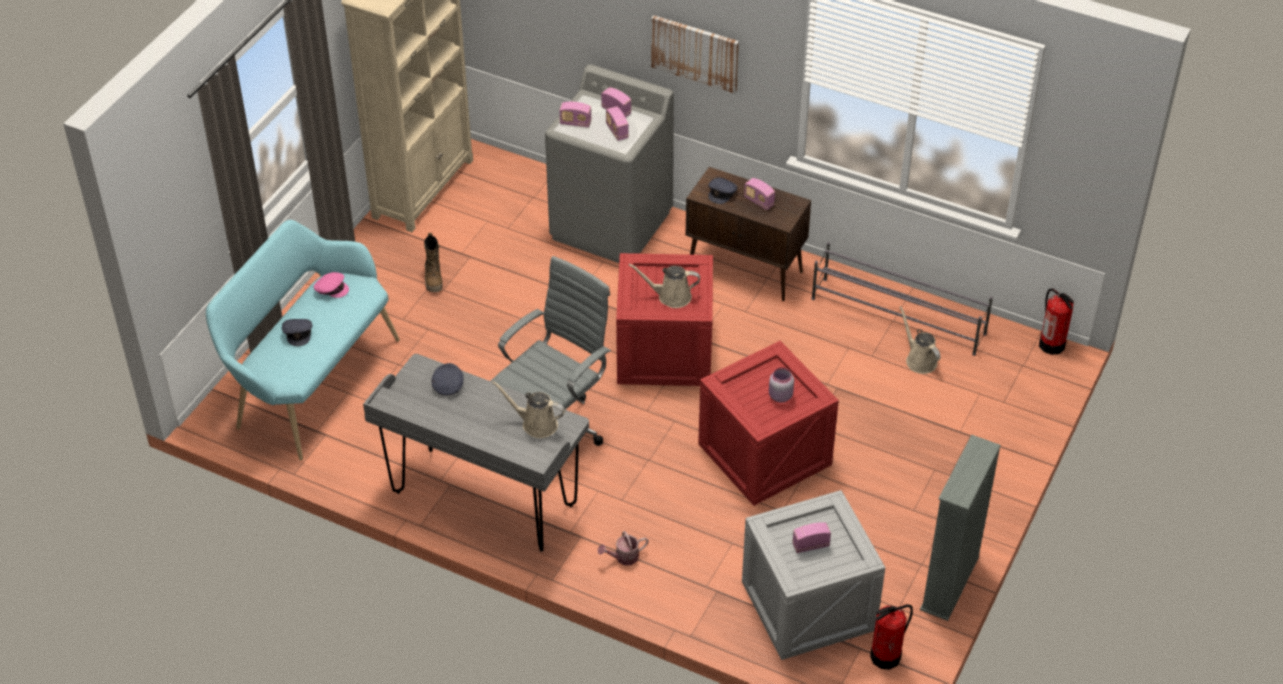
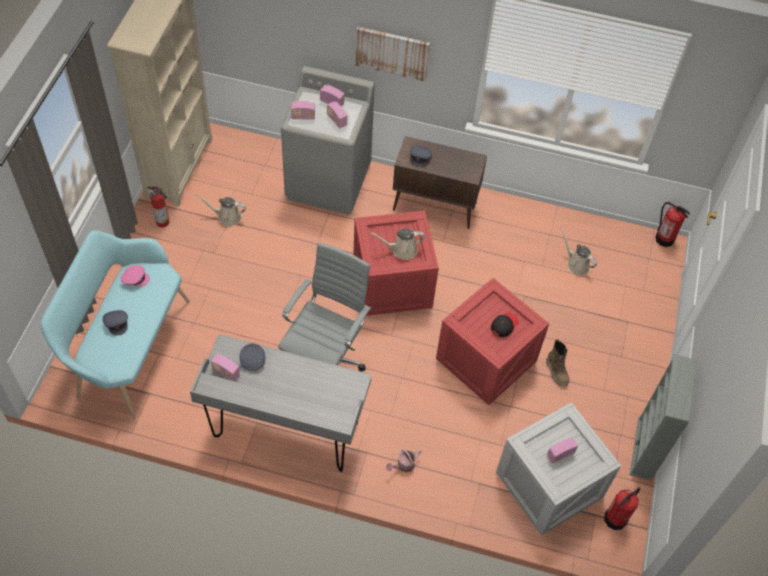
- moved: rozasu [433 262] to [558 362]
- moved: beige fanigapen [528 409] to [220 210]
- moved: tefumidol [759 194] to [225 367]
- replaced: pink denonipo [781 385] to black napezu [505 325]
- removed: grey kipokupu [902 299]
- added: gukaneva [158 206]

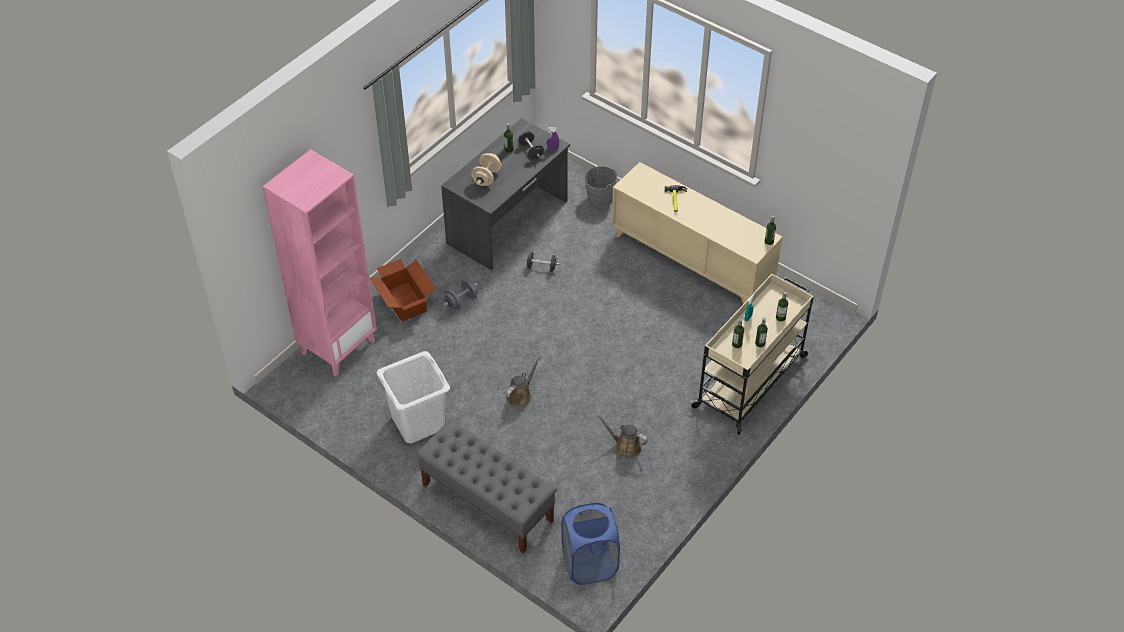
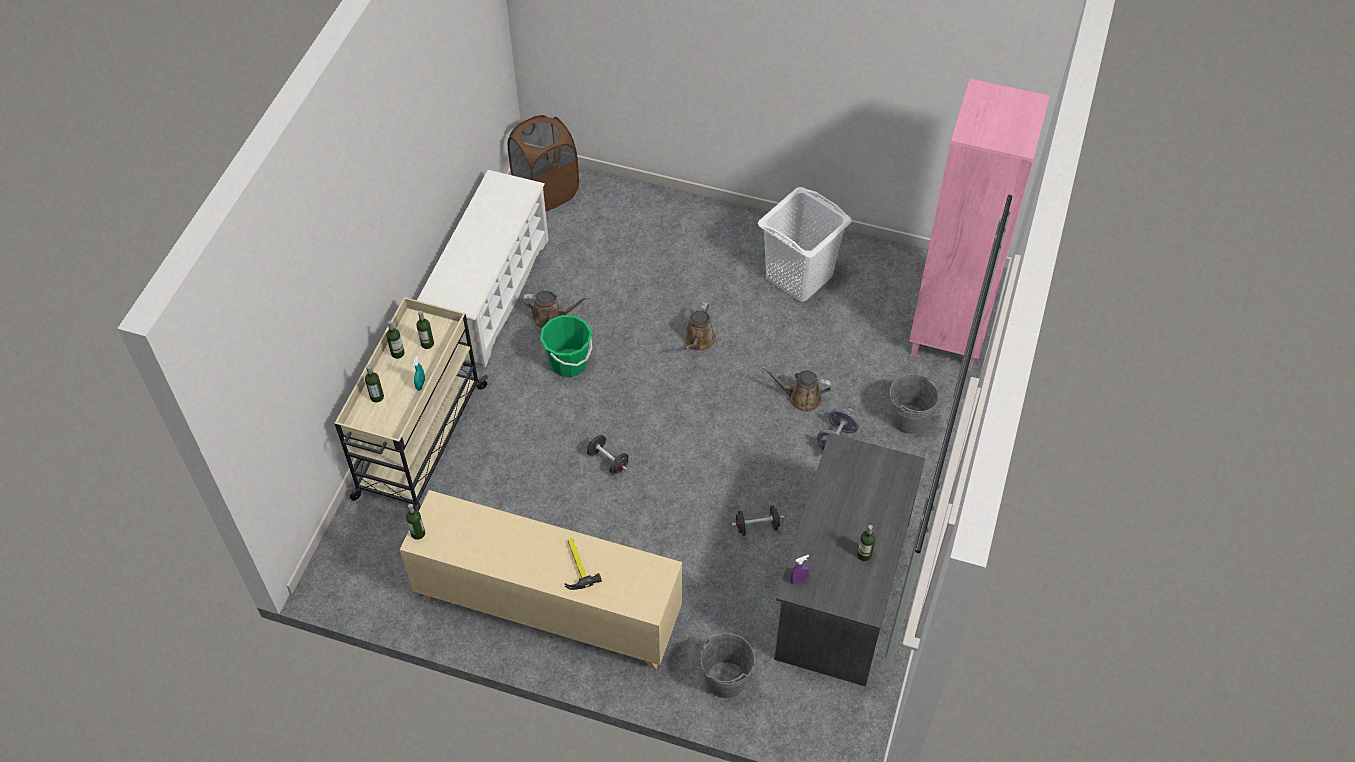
- replaced: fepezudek [402 290] to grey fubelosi [914 404]
- removed: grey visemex [486 487]
- removed: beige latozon [486 169]
- moved: black latozon [531 145] to [608 455]
- recoloured: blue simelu [591 544] to brown simelu [543 163]
- added: white kipokupu [483 269]
- added: green fubelosi [566 346]
- added: brown fanigapen [796 389]

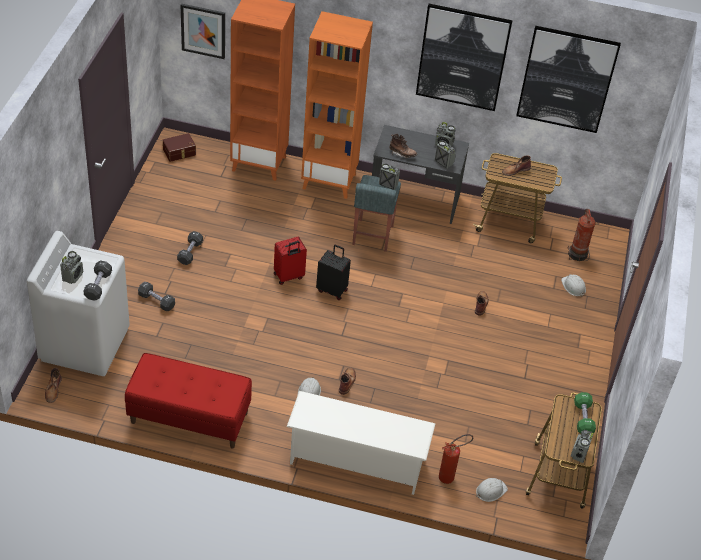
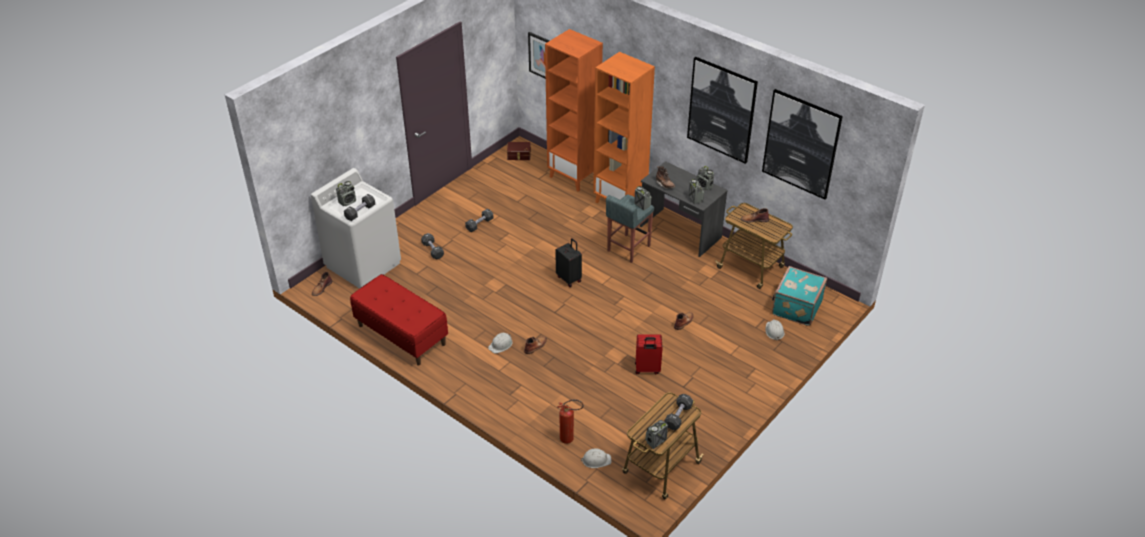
- moved: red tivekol [290 261] to [649 354]
- removed: white kipokupu [361 443]
- replaced: gukaneva [582 235] to turquoise tivekol [799 296]
- recoloured: green latozon [585 413] to black latozon [679 412]

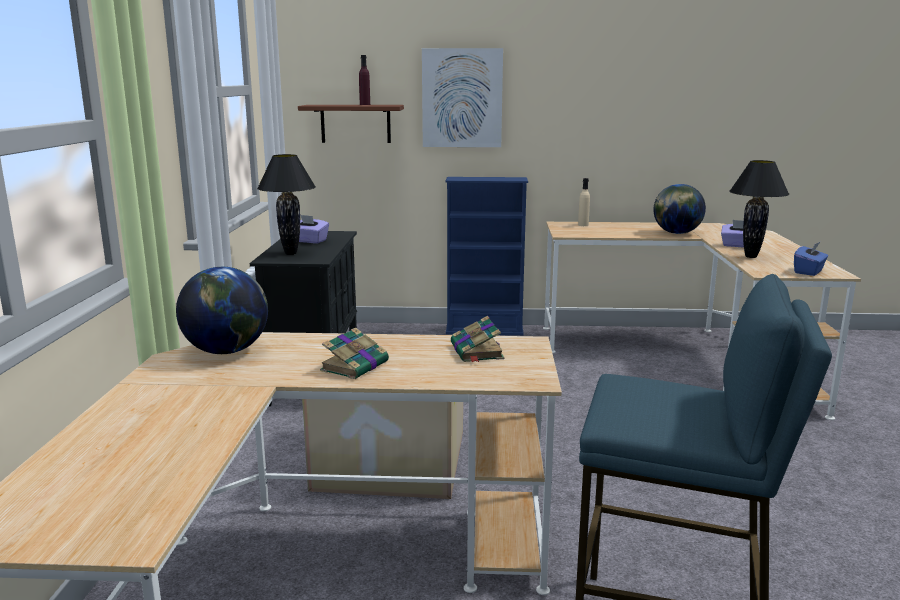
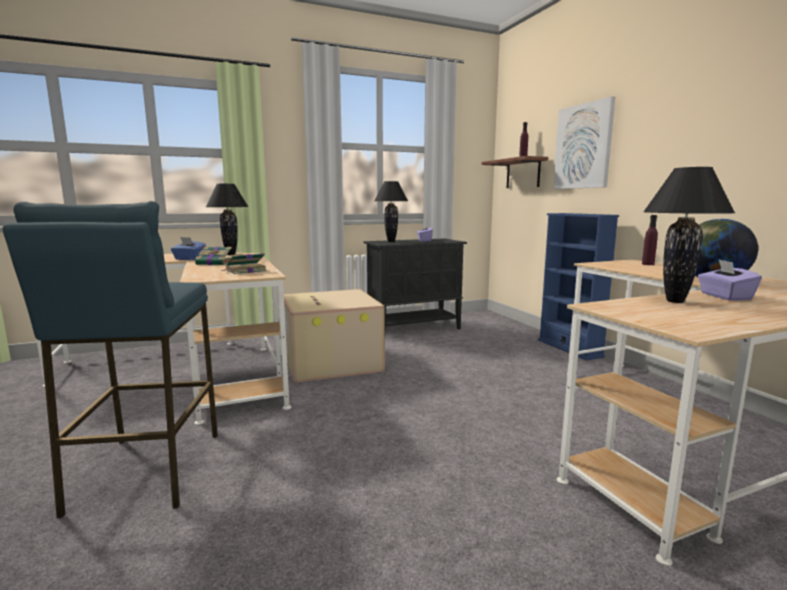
- replaced: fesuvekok [222 310] to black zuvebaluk [227 219]
- recoloured: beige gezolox [584 202] to purple gezolox [650 240]
- moved: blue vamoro [811 258] to [188 248]

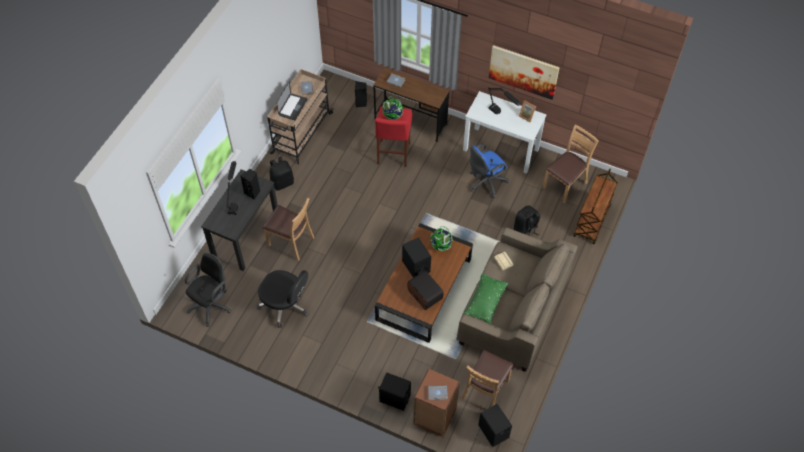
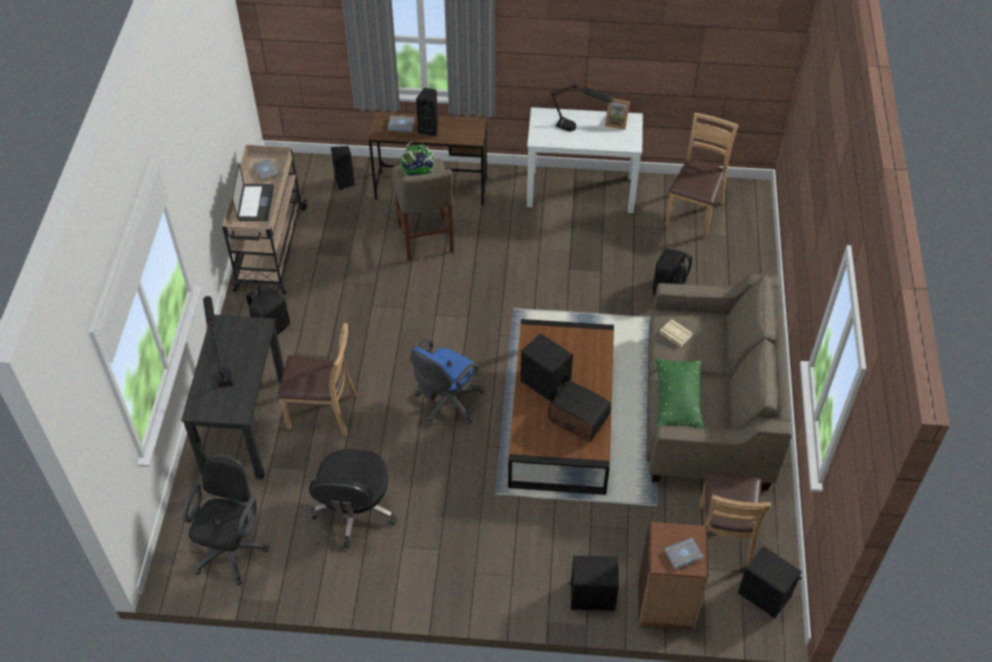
- moved: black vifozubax [250 184] to [427 112]
- turned: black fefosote [283 299] = [353 499] 90 degrees clockwise
- recoloured: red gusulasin [393 137] to beige gusulasin [422 210]
- removed: fesuvekok [441 238]
- moved: blue fefosote [489 170] to [447 382]
- removed: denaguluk [524 72]
- removed: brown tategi [595 206]

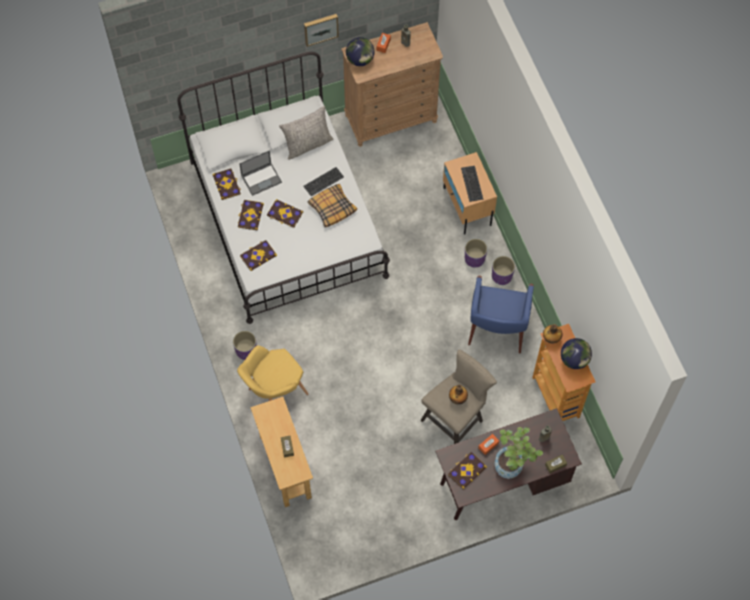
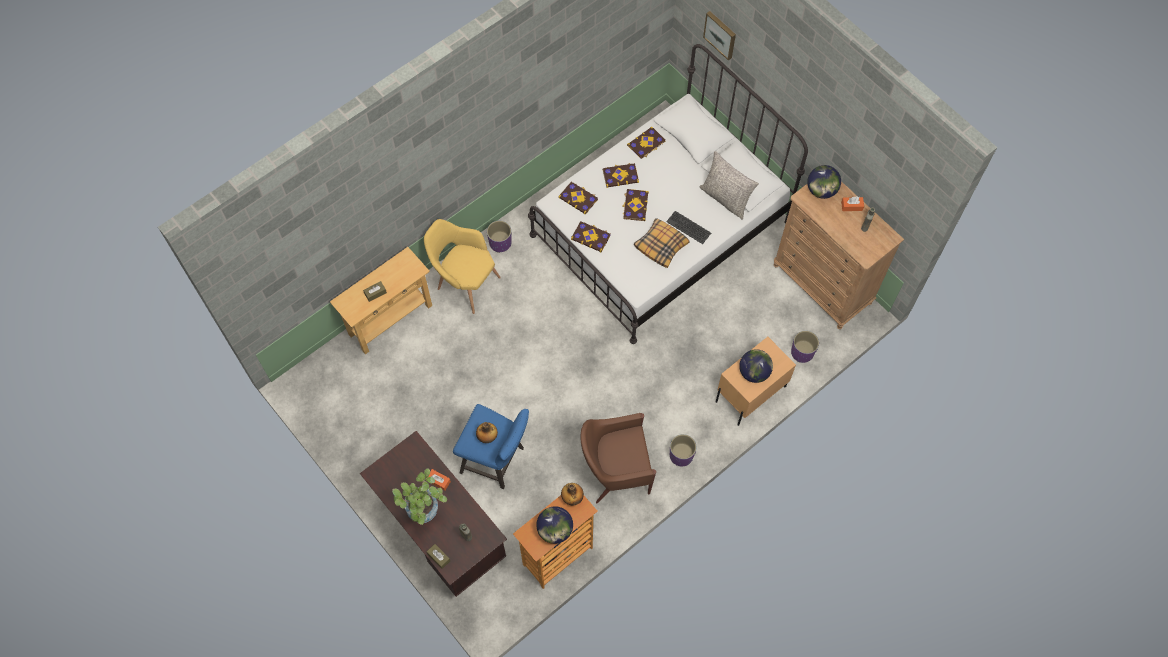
- removed: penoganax [260 173]
- moved: denaguluk [321 30] to [719 36]
- recoloured: beige gusulasin [459 397] to blue gusulasin [491 446]
- moved: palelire [467 470] to [591 236]
- replaced: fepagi [472 184] to fesuvekok [756 366]
- moved: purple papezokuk [476 252] to [805 347]
- recoloured: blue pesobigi [501 315] to brown pesobigi [618 458]

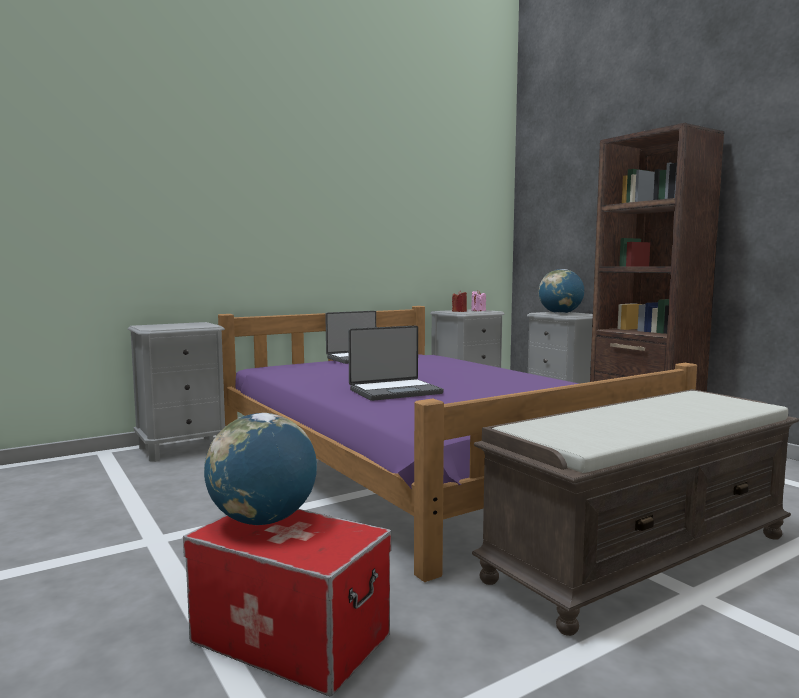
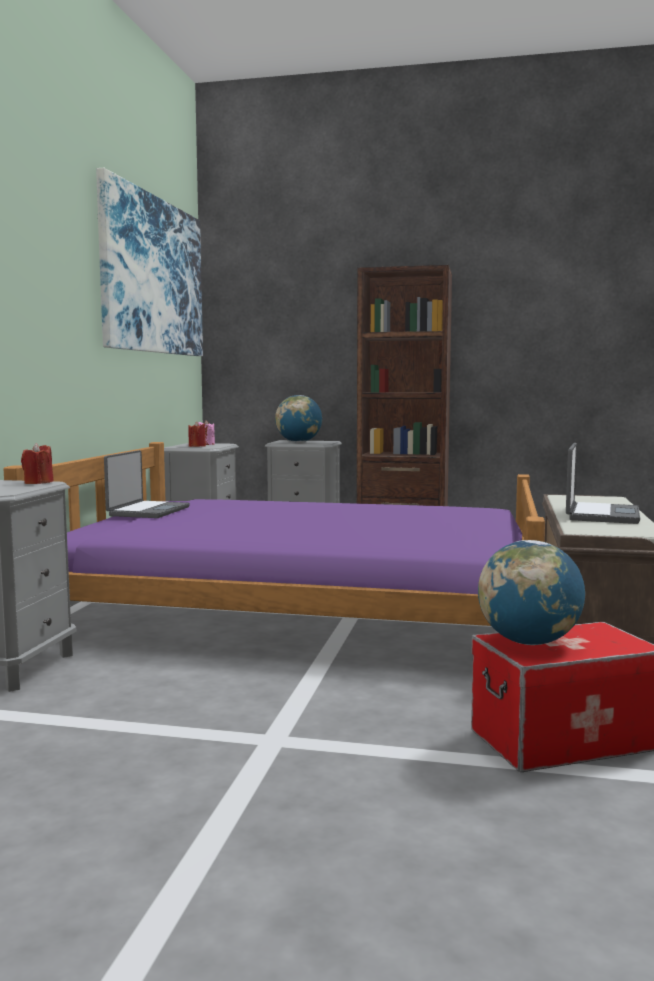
- moved: penoganax [396 363] to [603 483]
- added: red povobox [37 463]
- added: denaguluk [149 262]

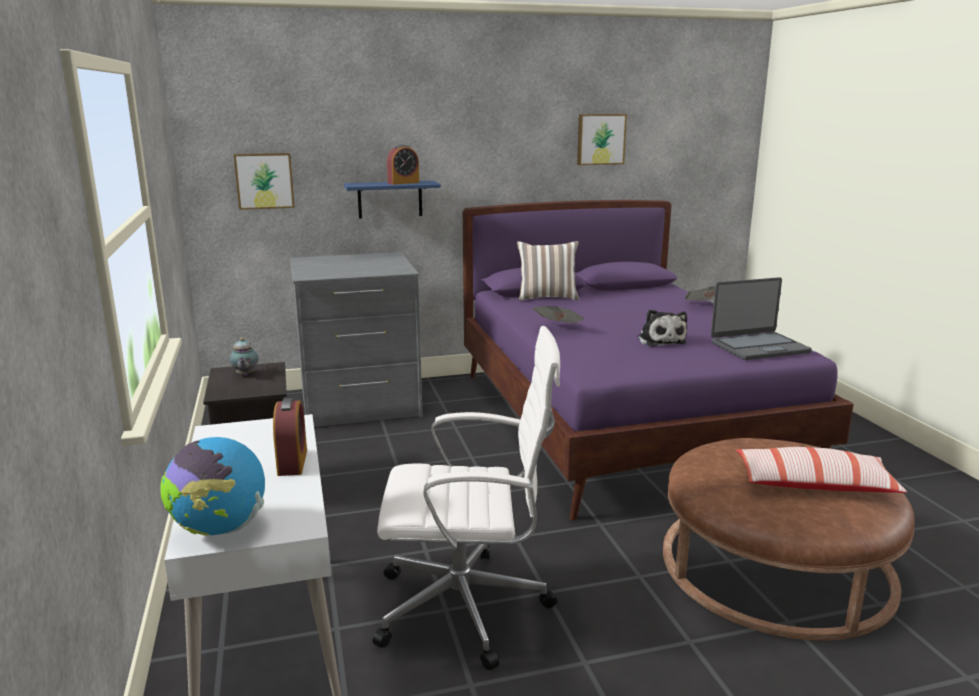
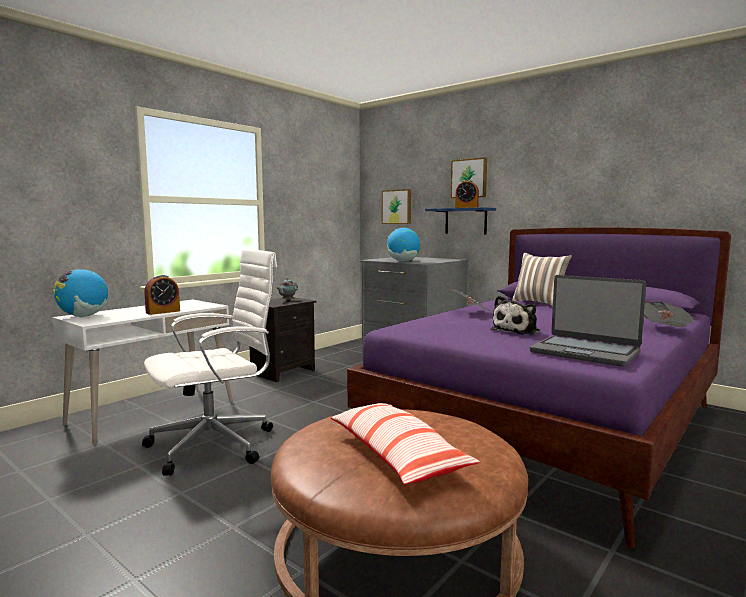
- turned: white fefosote [466 498] = [209 362] 90 degrees counterclockwise
- moved: denaguluk [602 139] to [469 177]
- added: fesuvekok [404 244]

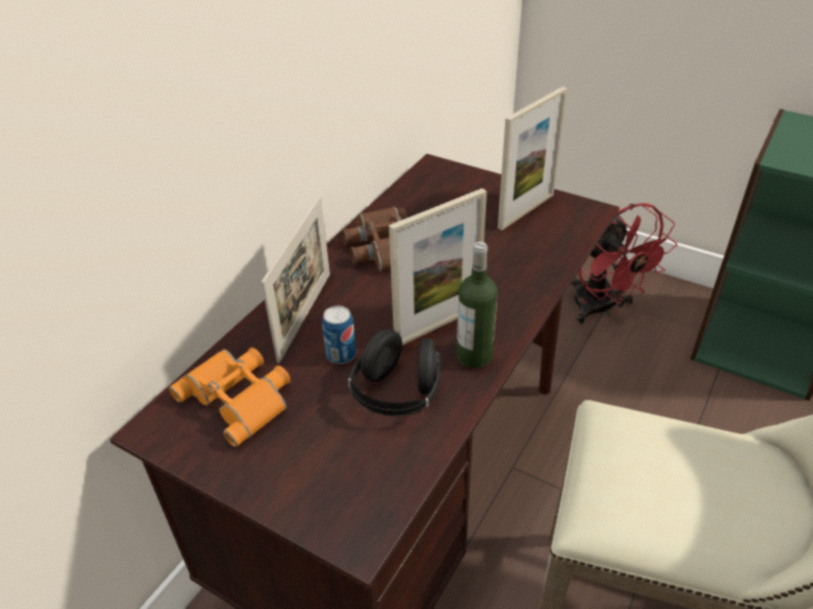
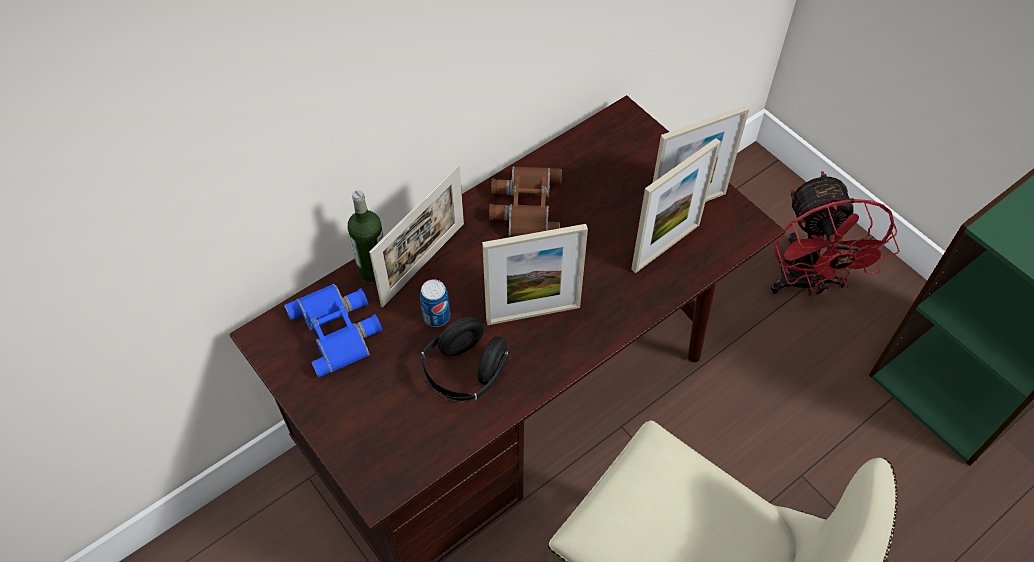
- recoloured: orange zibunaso [230 397] to blue zibunaso [333 331]
- moved: gezolox [477 305] to [366 236]
- added: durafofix [676 205]

